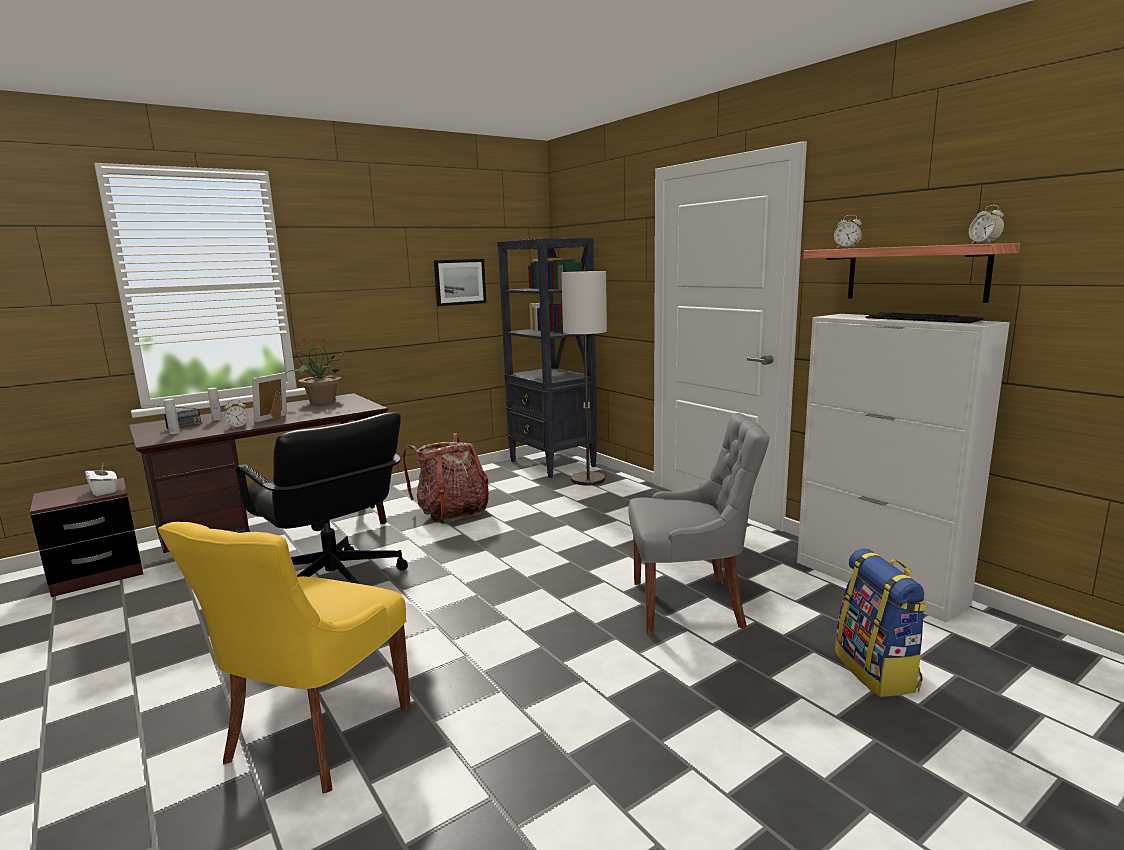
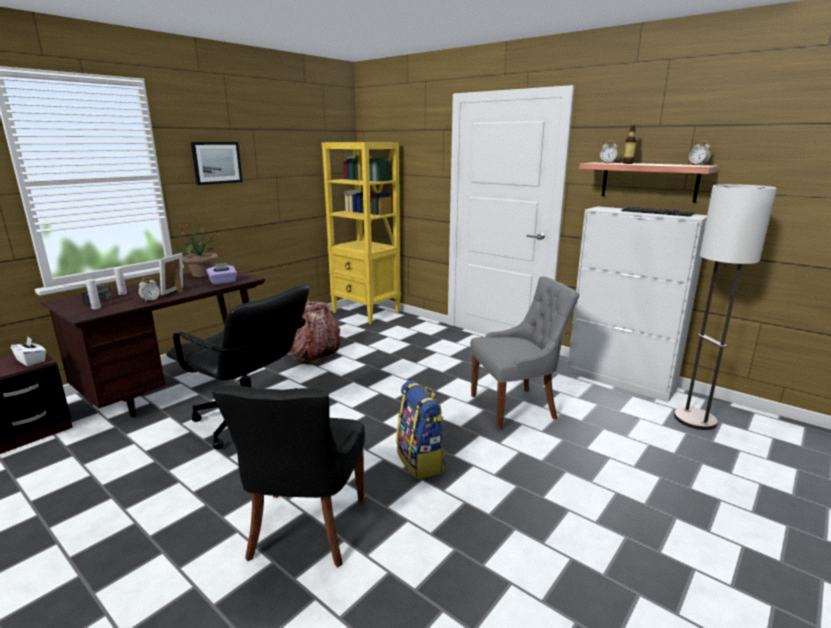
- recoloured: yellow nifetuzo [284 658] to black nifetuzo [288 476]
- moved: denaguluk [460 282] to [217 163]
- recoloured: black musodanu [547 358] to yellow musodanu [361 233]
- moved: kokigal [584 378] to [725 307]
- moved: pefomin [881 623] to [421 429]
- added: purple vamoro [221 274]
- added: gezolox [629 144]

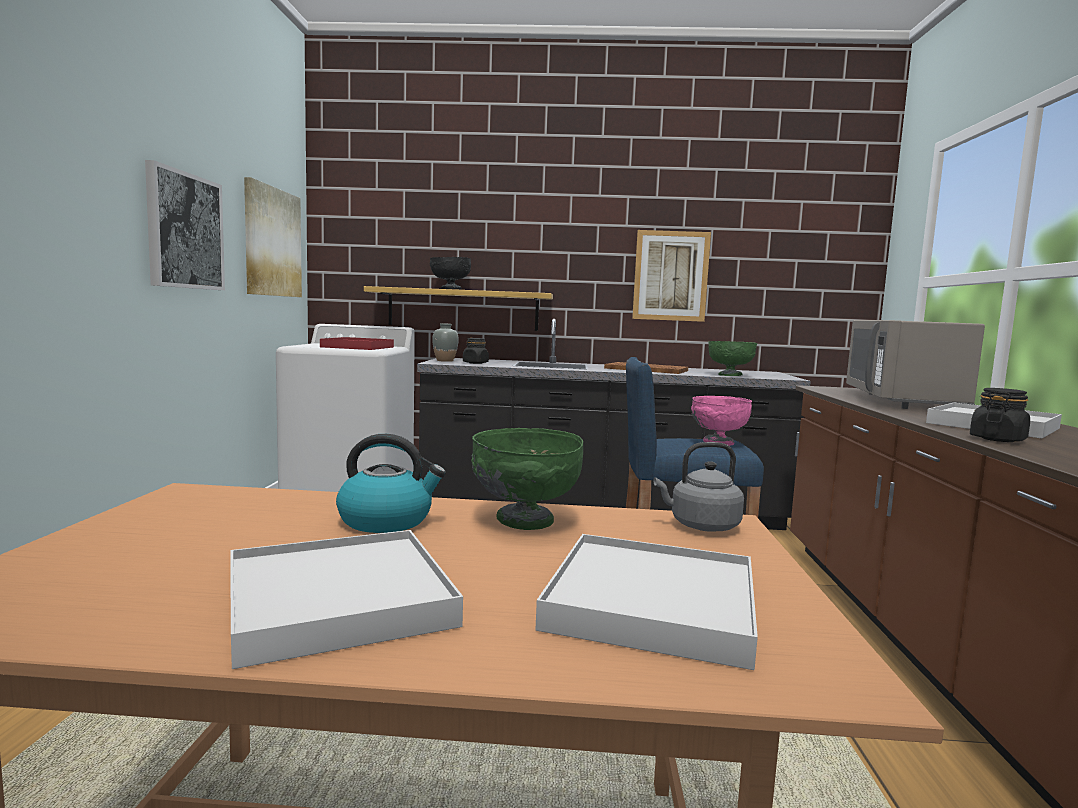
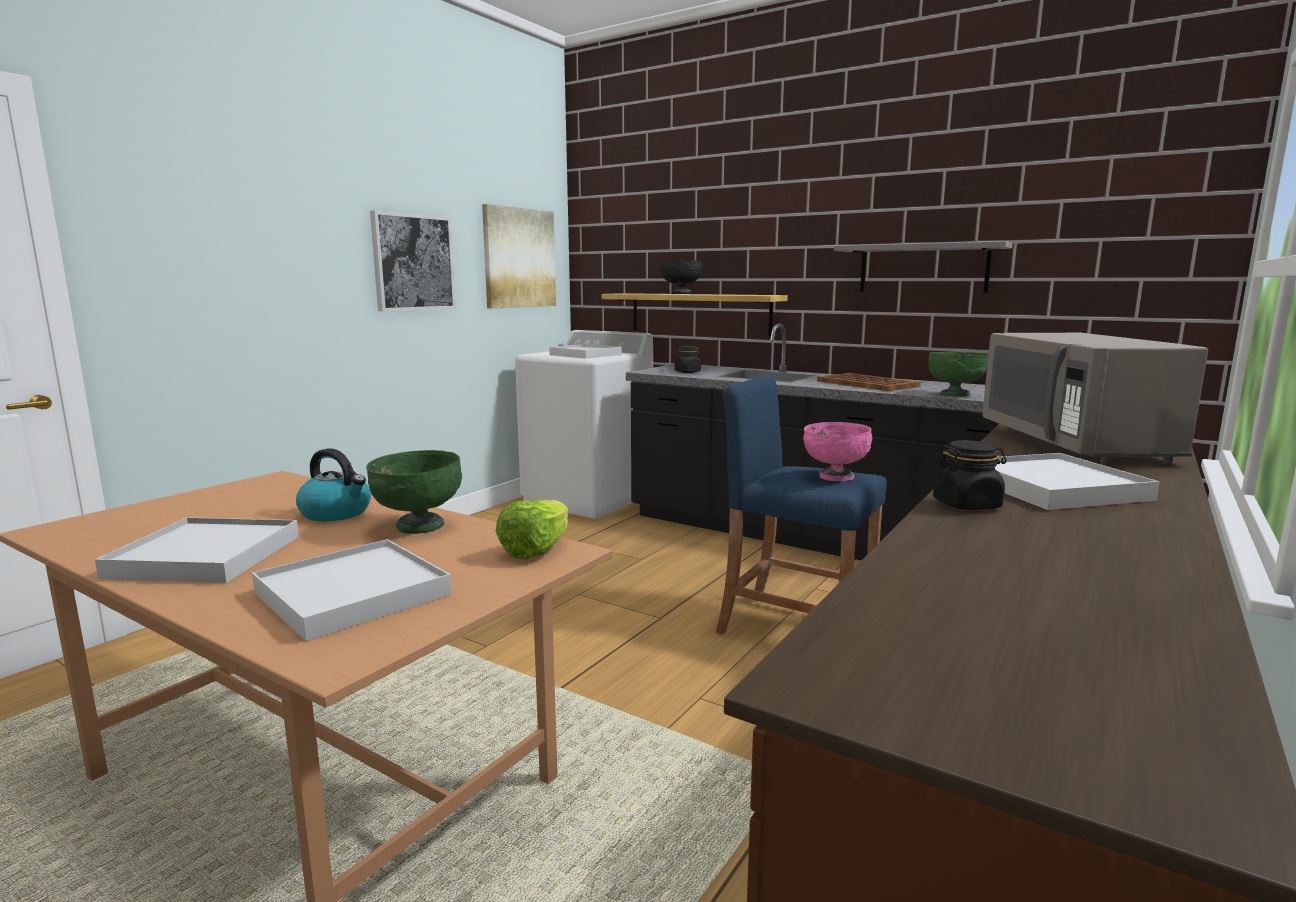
- recoloured: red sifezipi [357 343] to white sifezipi [585 351]
- removed: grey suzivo [445 342]
- replaced: denaguluk [671 276] to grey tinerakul [923 267]
- replaced: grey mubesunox [698 487] to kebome [532 529]
- turned: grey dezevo [915 364] = [1095 399] 45 degrees counterclockwise

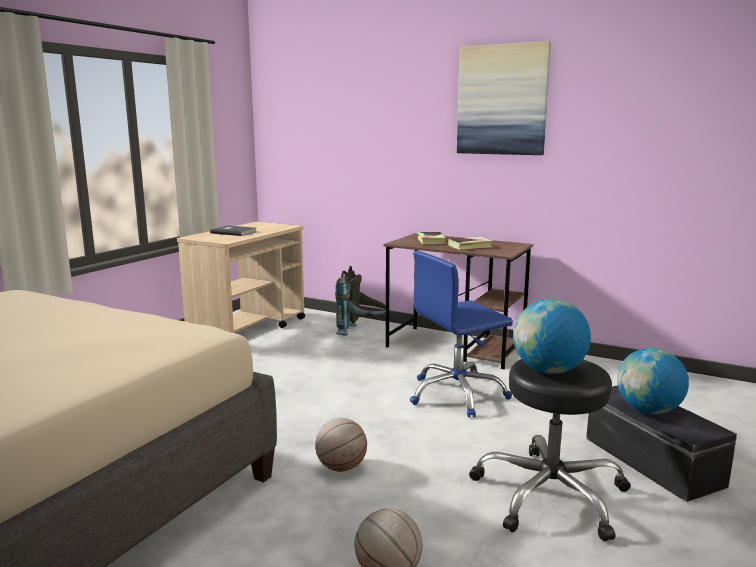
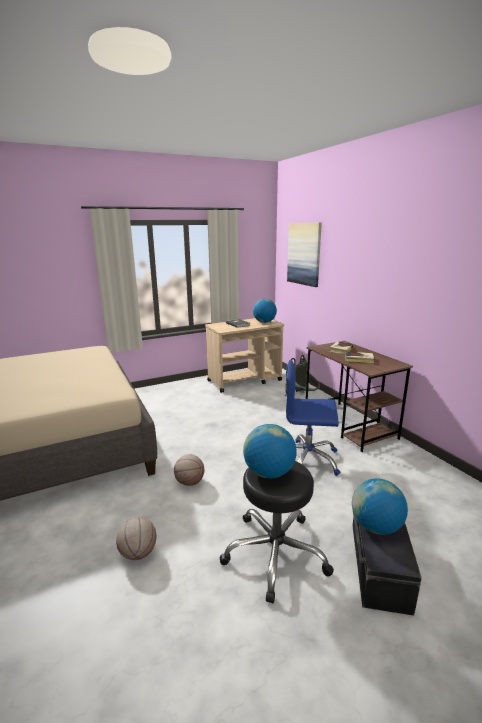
- moved: denaguluk [504 98] to [304 255]
- added: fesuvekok [265 311]

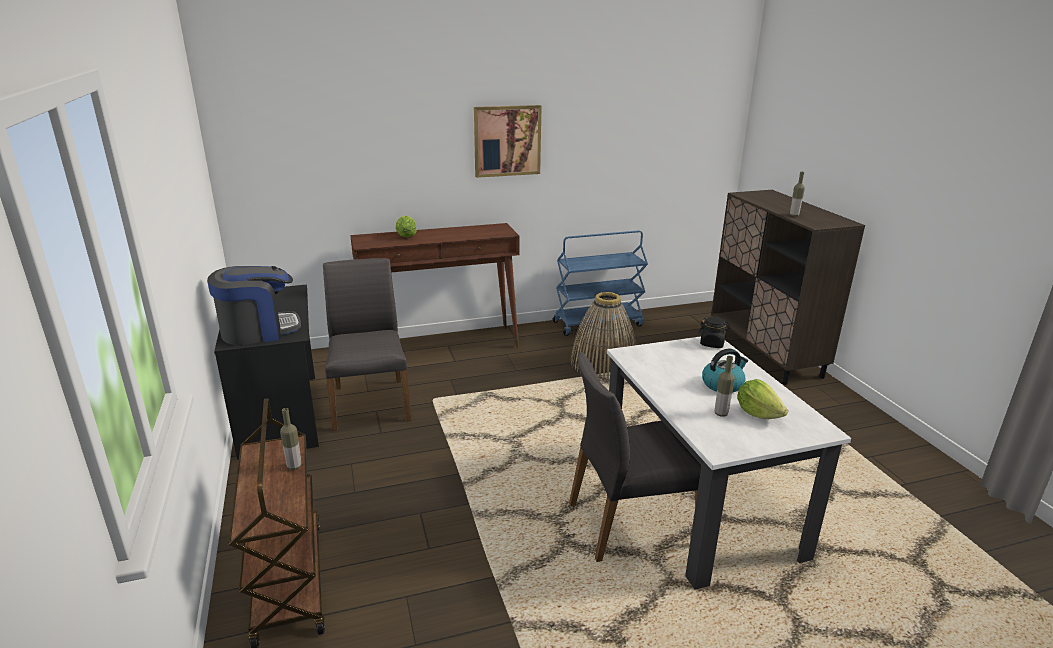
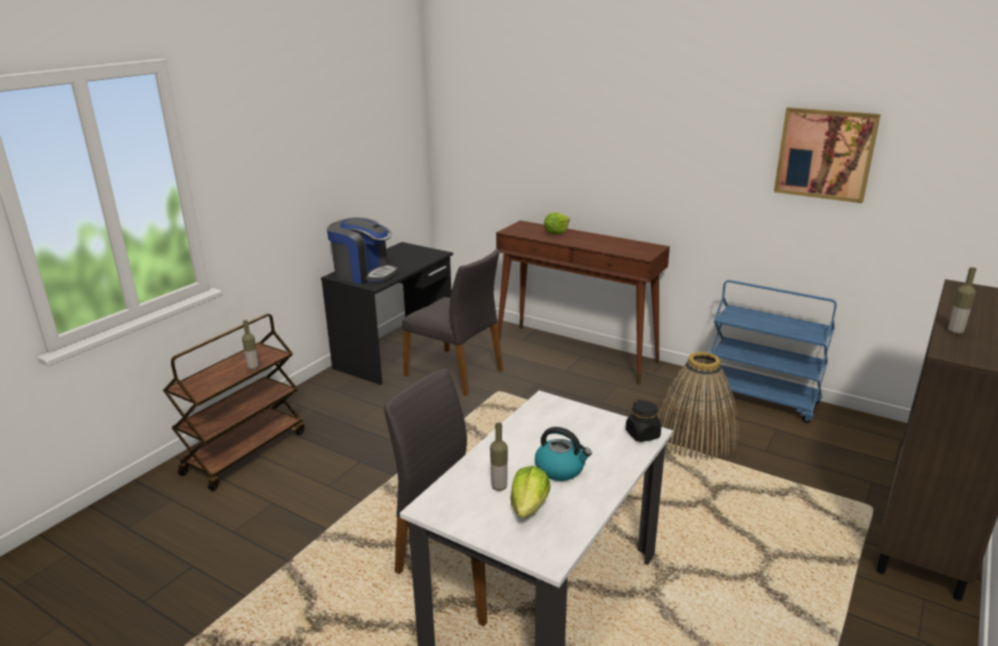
- turned: grey nifetuzo [367 344] = [452 322] 90 degrees clockwise
- moved: denaguluk [508 141] to [827 155]

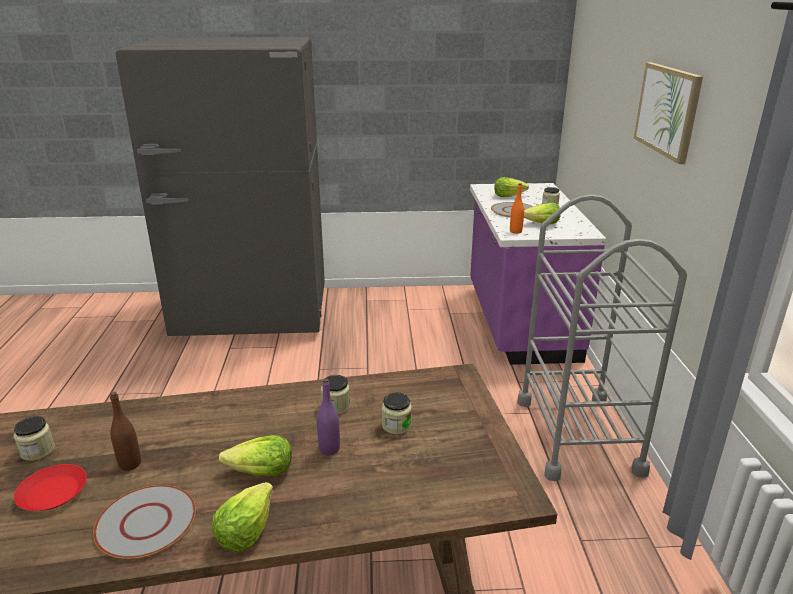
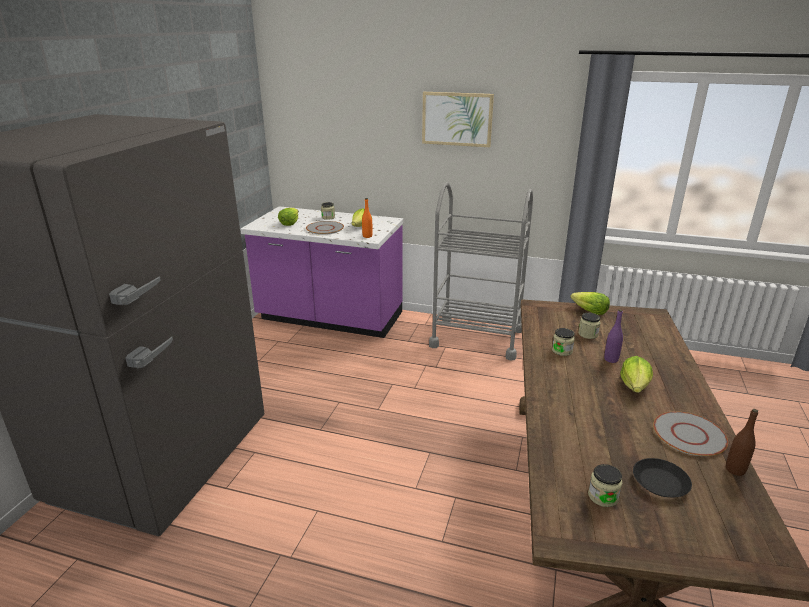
- recoloured: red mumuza [50 487] to black mumuza [662 477]
- moved: brown gezolox [125 431] to [742 442]
- moved: kebome [242 517] to [590 303]

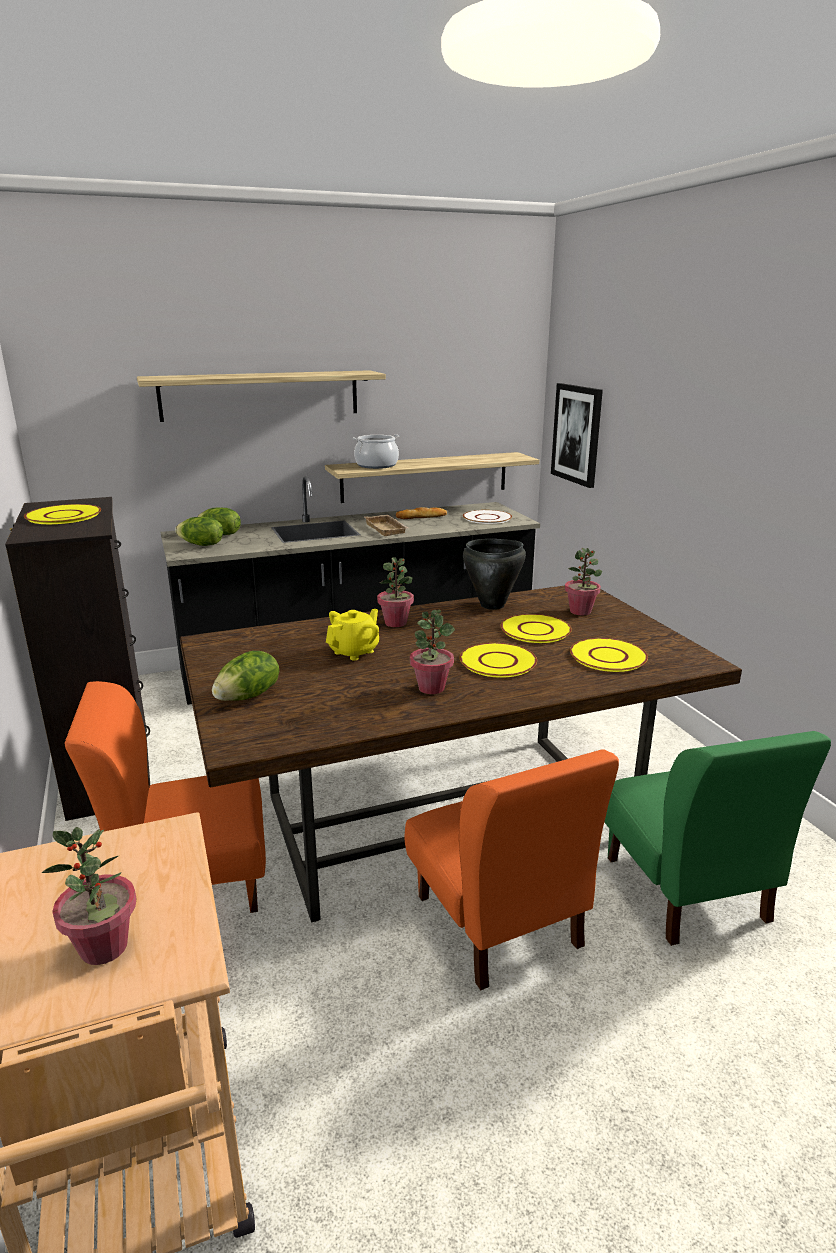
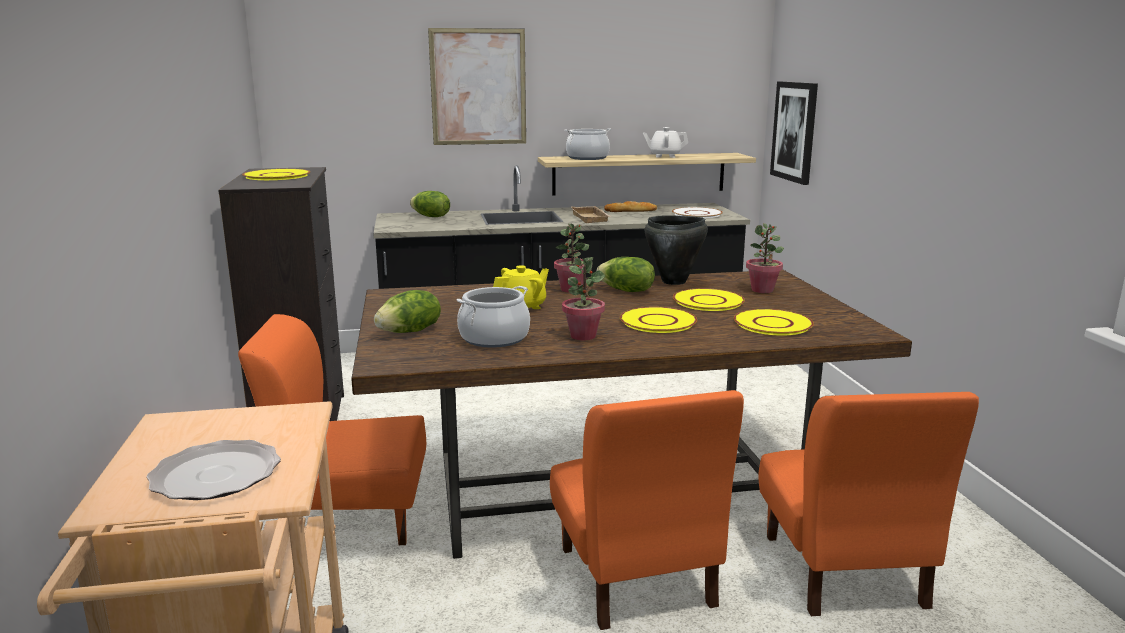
- replaced: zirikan [89 896] to mumuza [213 470]
- replaced: tinerakul [261 396] to denaguluk [477 86]
- moved: kebome [199 531] to [626 274]
- recoloured: green nifetuzo [717 838] to orange nifetuzo [868 504]
- added: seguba [493 317]
- added: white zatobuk [665 142]

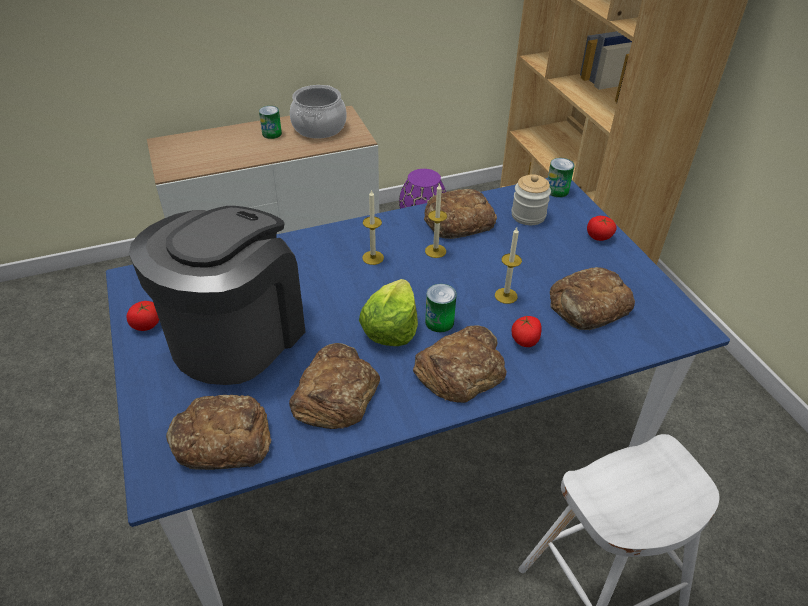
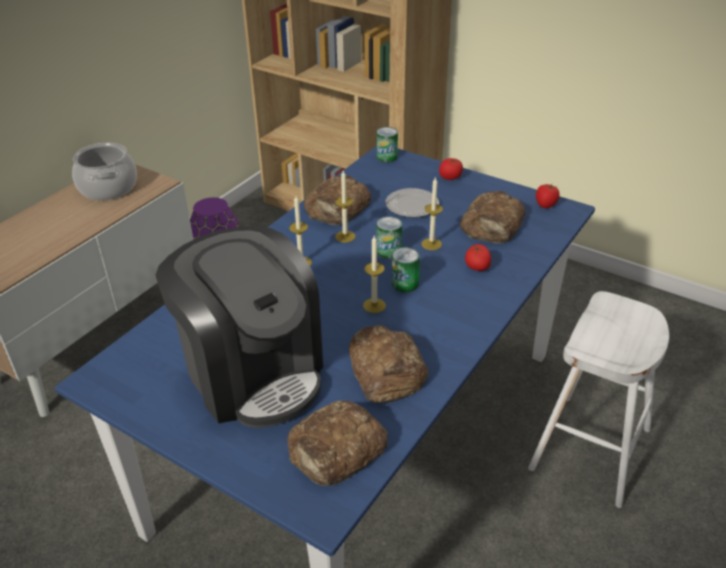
- moved: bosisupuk [142 316] to [548 196]
- turned: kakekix [217 295] = [239 327] 150 degrees clockwise
- moved: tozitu [270 122] to [389 237]
- replaced: kebome [388 312] to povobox [374 274]
- removed: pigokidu [459 364]
- removed: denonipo [531 199]
- added: mumuza [412 202]

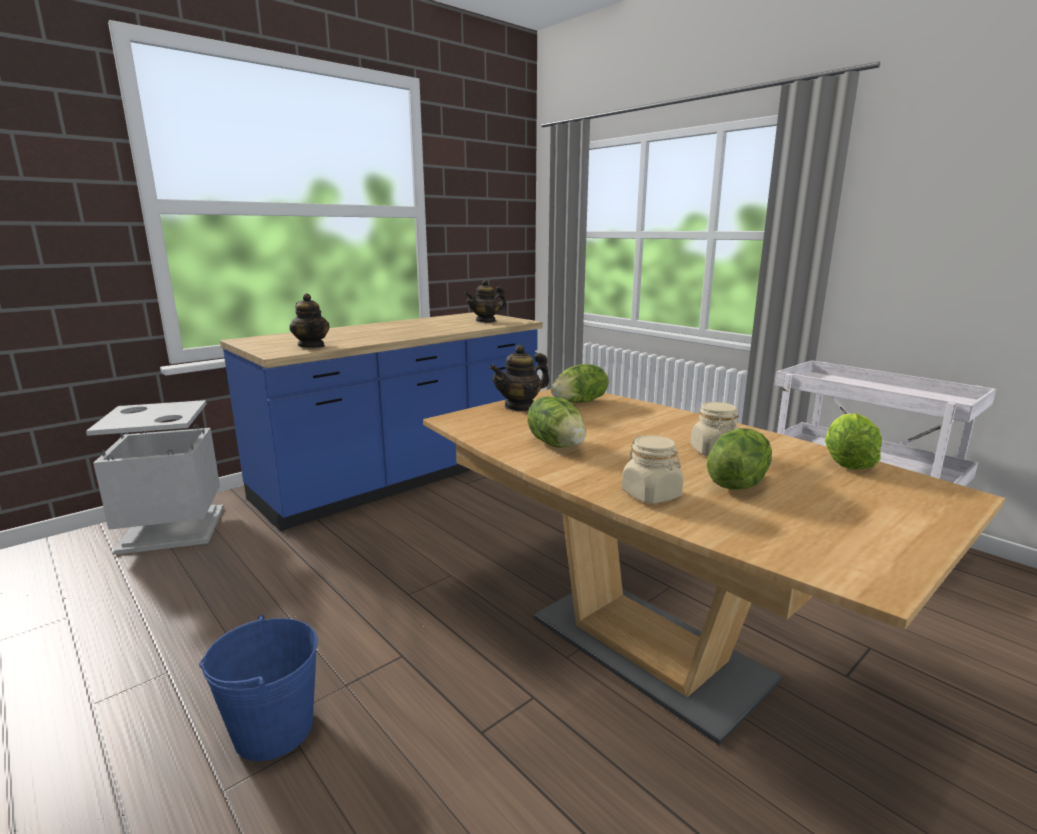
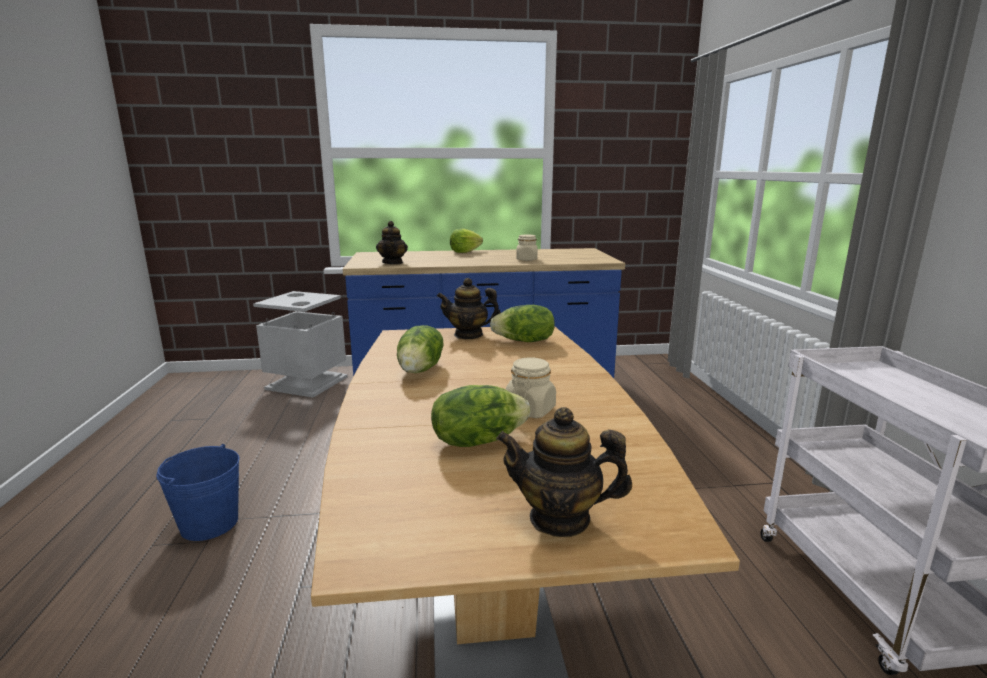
- moved: zatobuk [485 301] to [564 472]
- moved: beige denonipo [652 469] to [527 248]
- moved: kebome [853 441] to [466 241]

